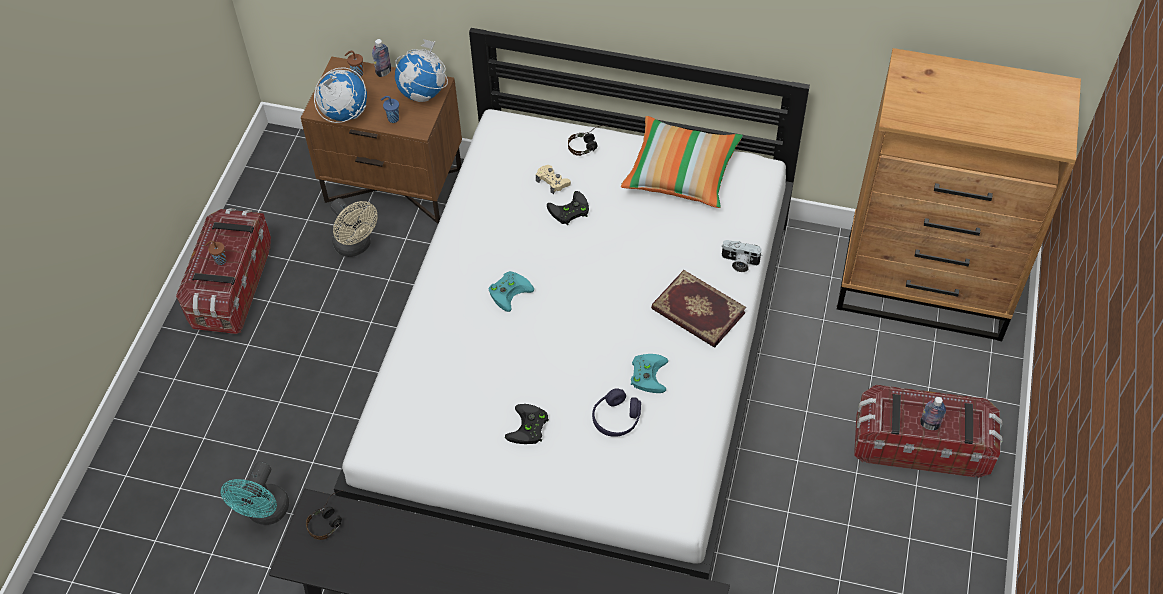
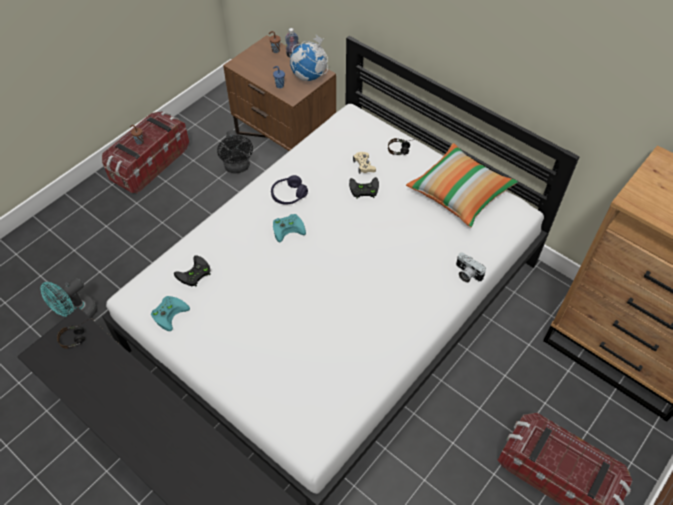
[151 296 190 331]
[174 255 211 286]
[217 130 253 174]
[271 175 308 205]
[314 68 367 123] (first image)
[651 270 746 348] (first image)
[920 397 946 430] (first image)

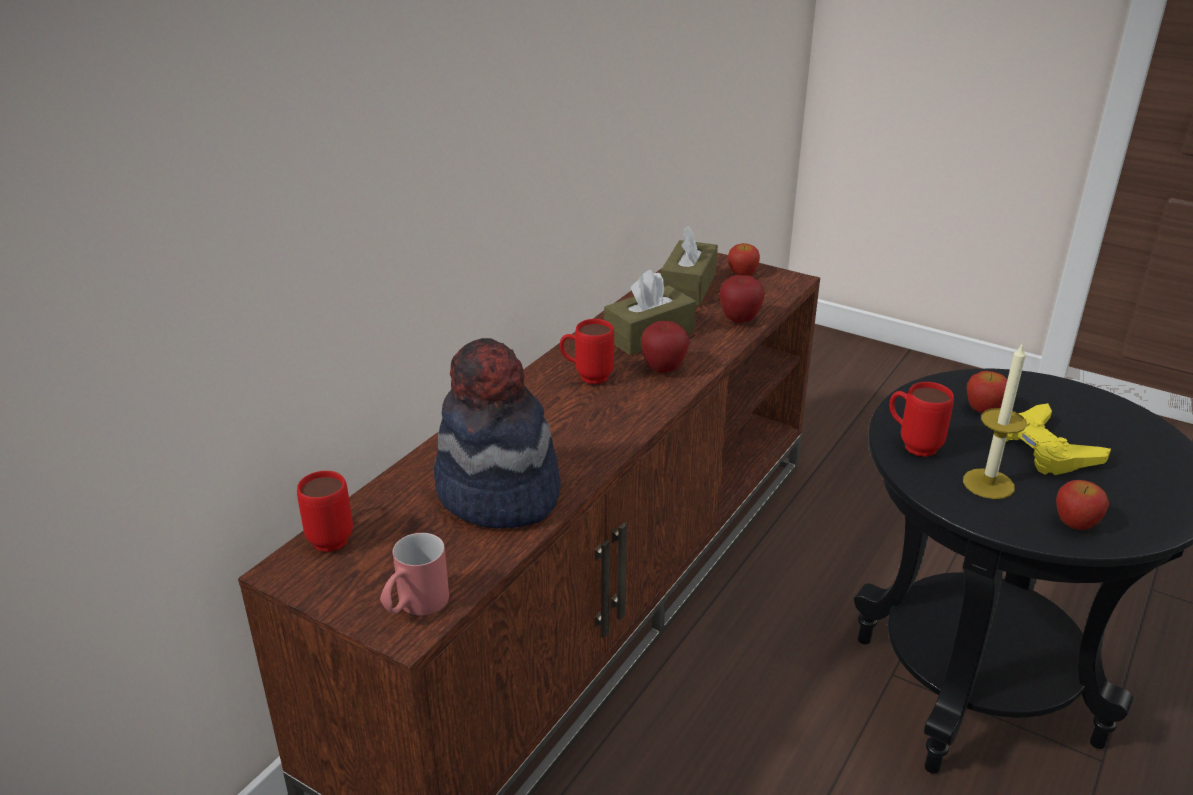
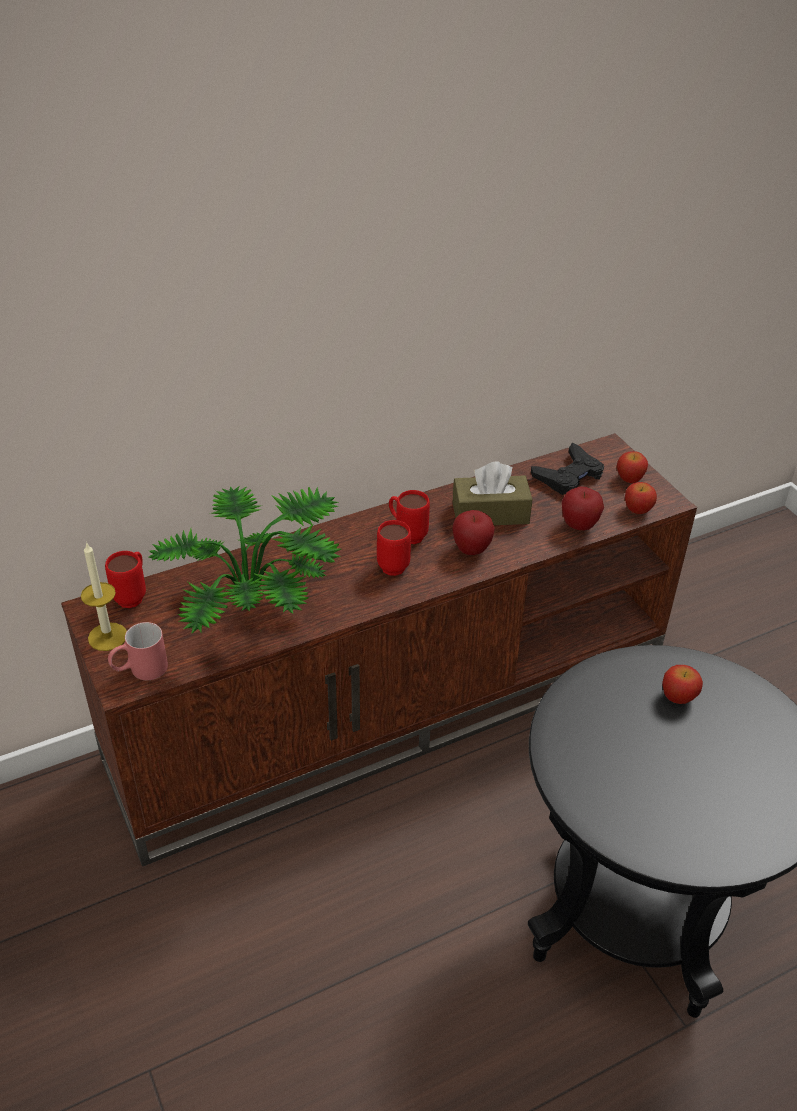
[81 542 127 651]
[148 486 341 634]
[377 520 411 576]
[531 443 604 495]
[625 482 657 514]
[1006 403 1111 475] (first image)

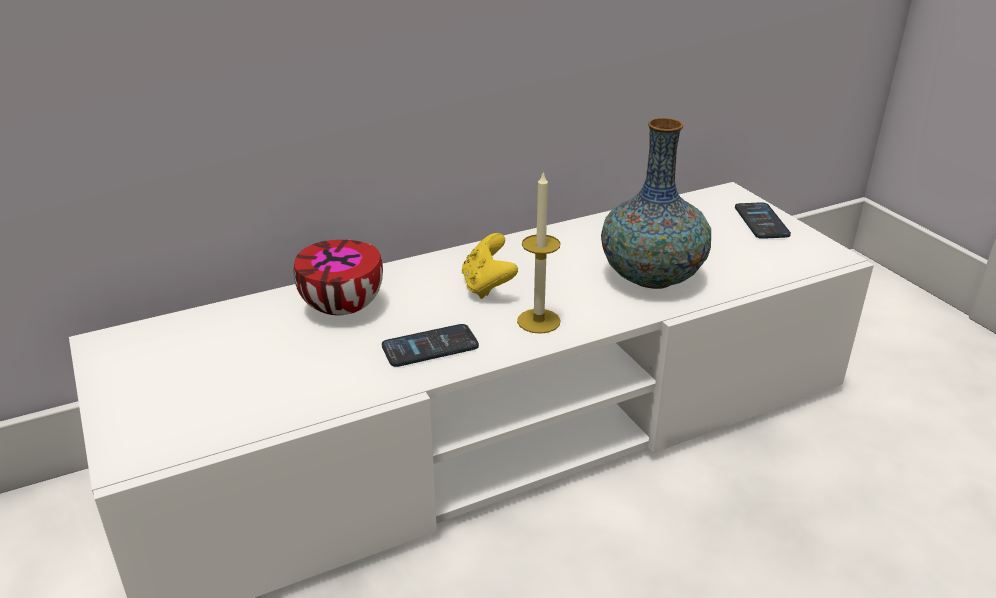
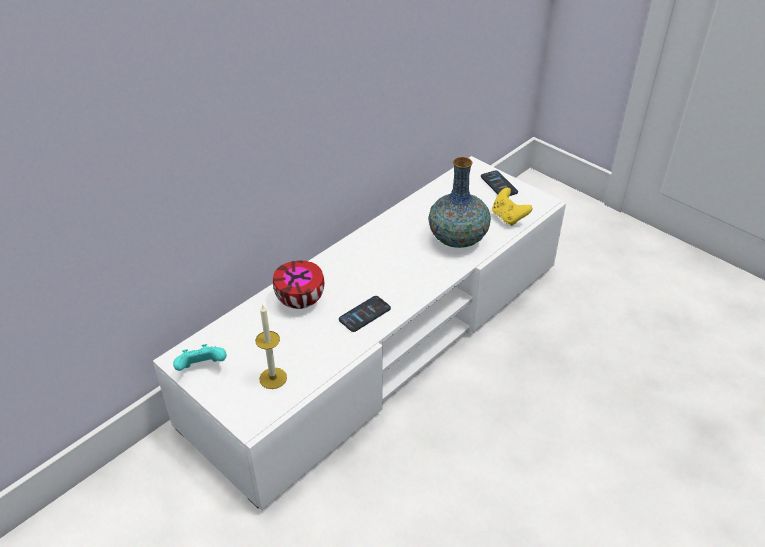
[173 344 227 371]
[255 304 287 389]
[492 188 533 226]

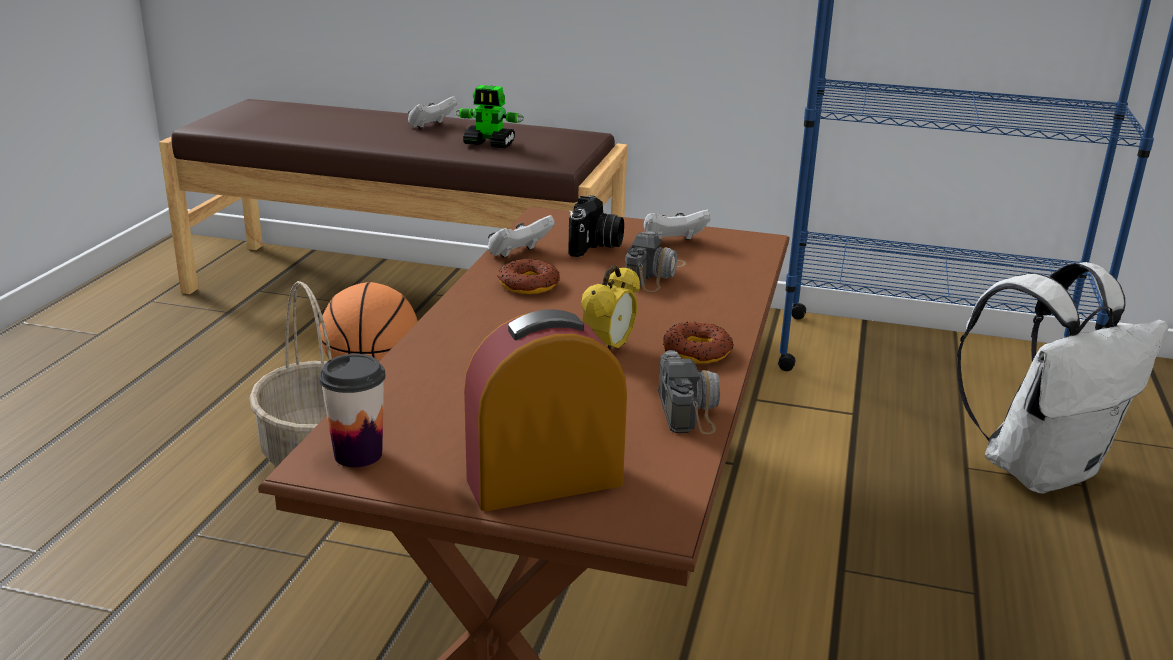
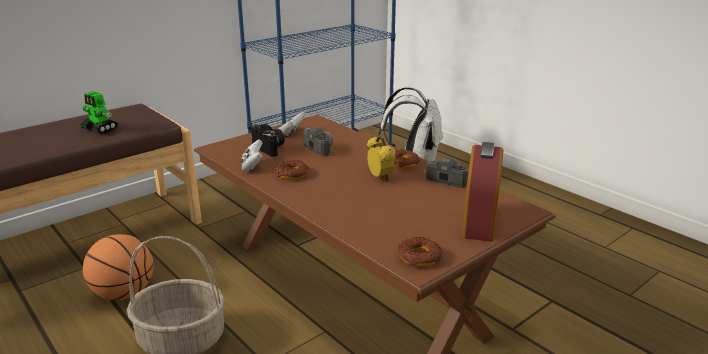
[80 92 118 134]
[398 237 442 267]
[408 96 457 128] (first image)

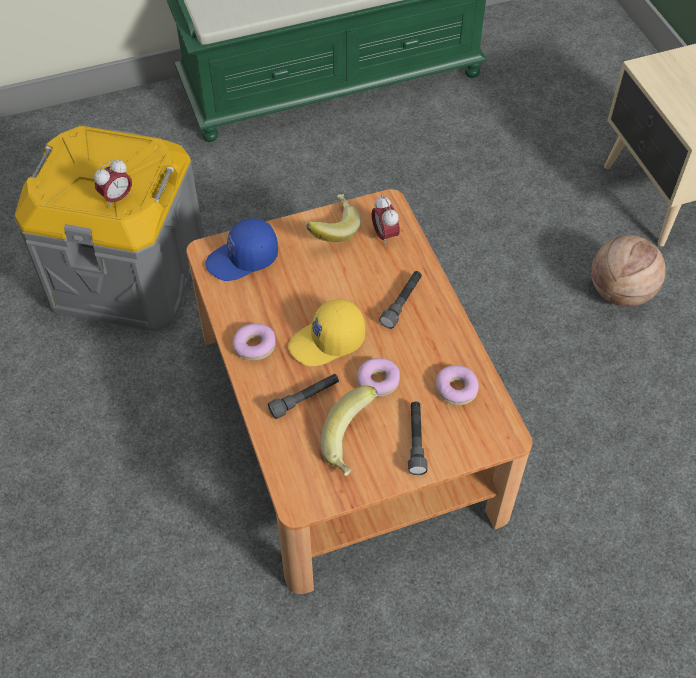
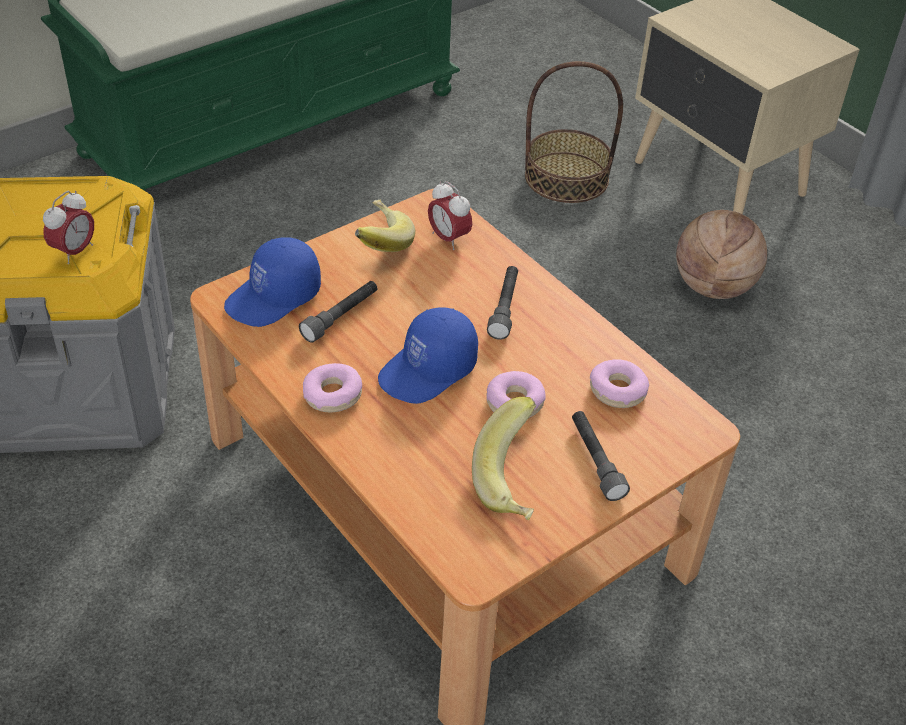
[299 281 377 343]
[378 307 478 404]
[525 61 623 203]

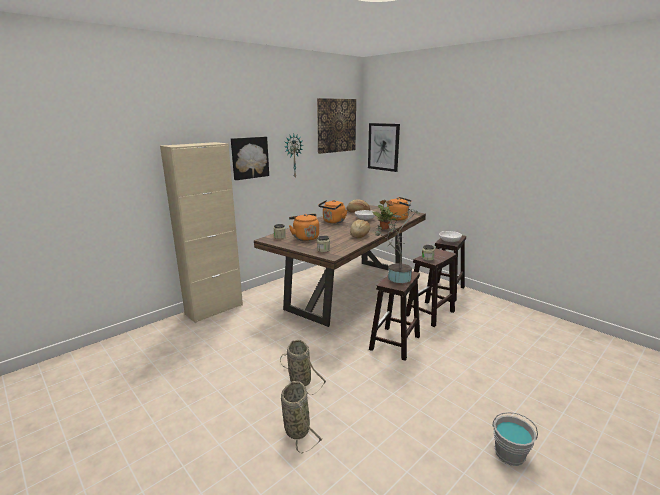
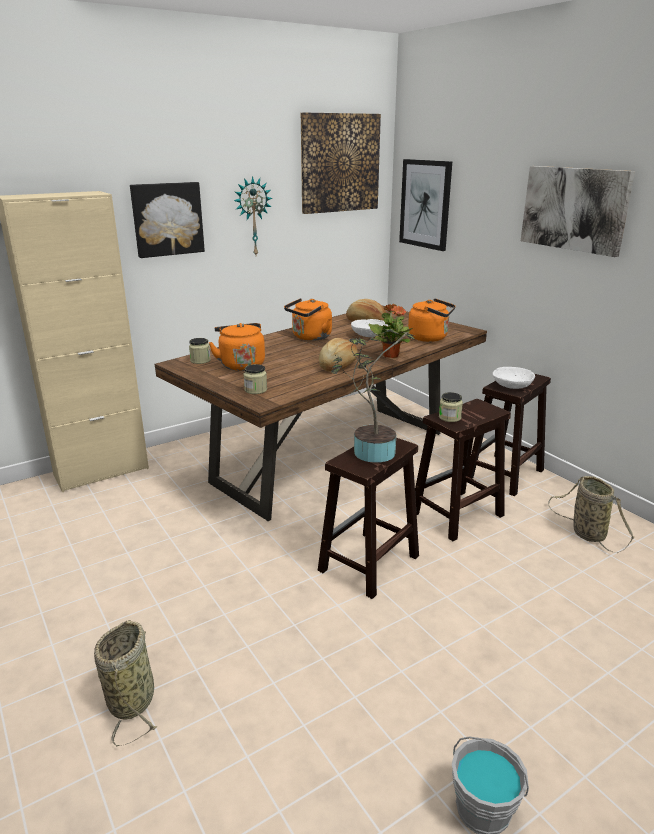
[521 166 635 257]
[548 476 634 553]

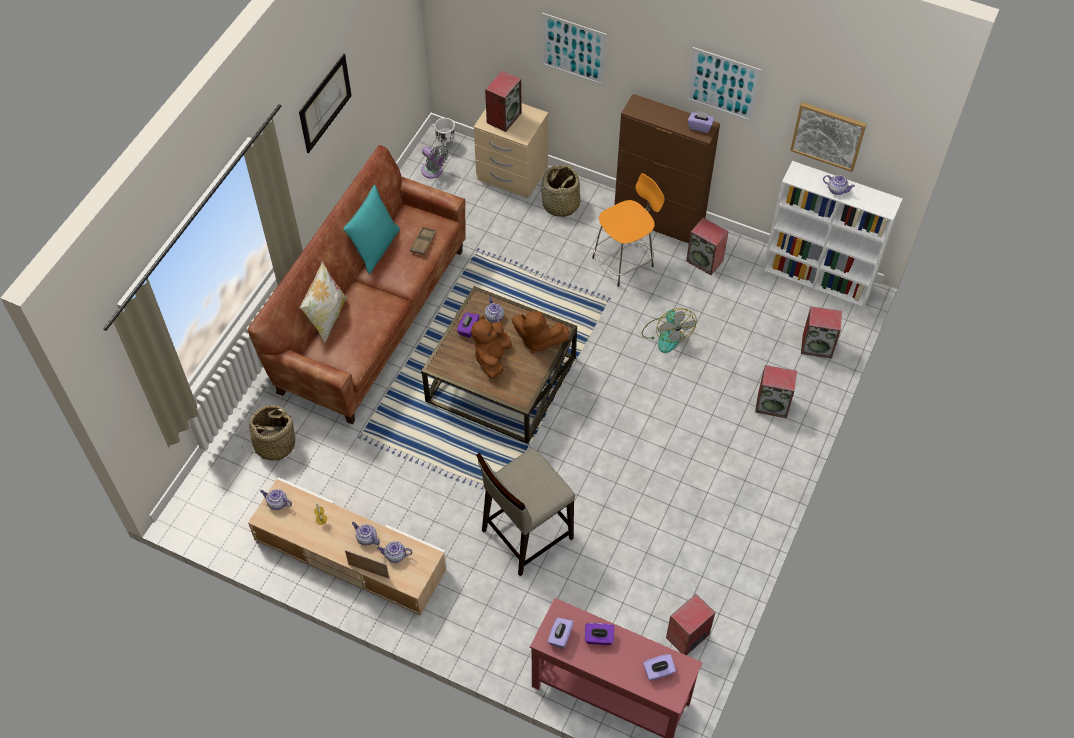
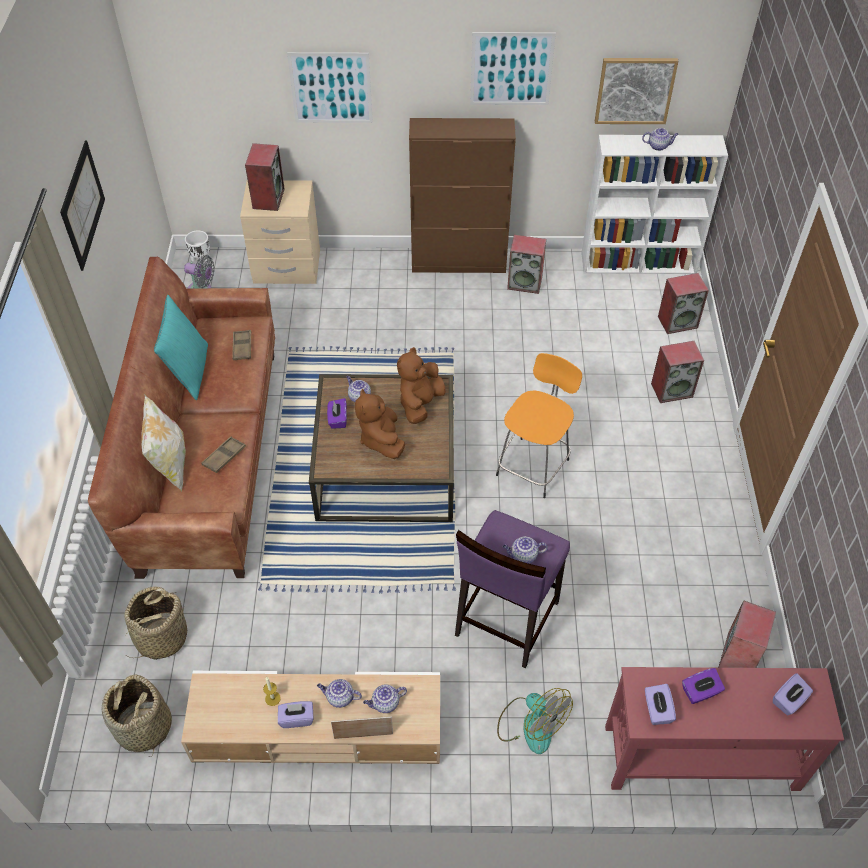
[102 674 172 757]
[202 437 246 473]
[278 701 314 728]
[397 347 446 424]
[455 510 570 669]
[496 353 582 498]
[497 688 573 754]
[503 537 548 564]

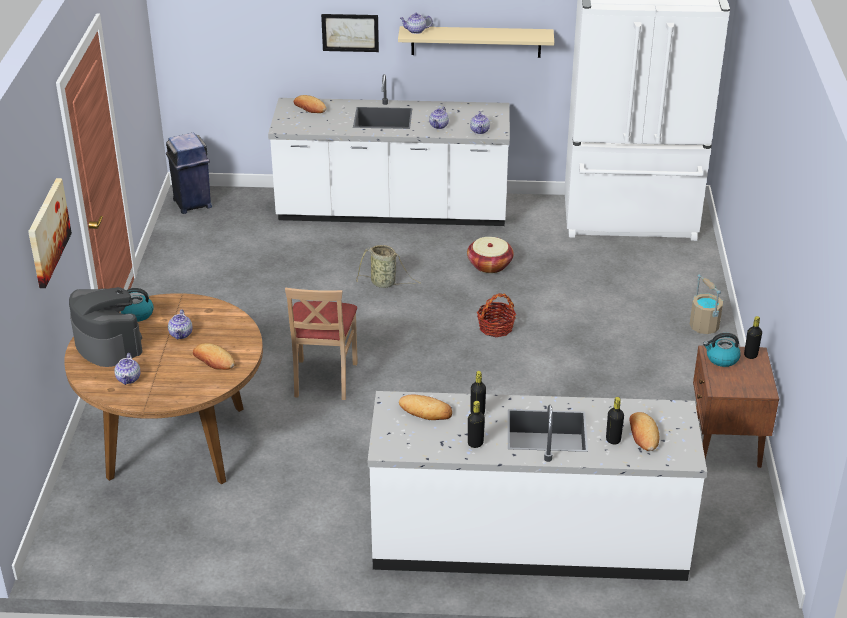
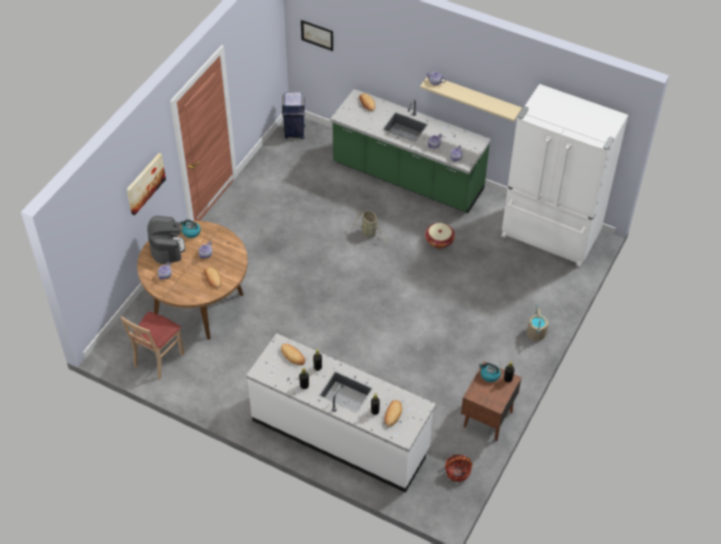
[121 312 184 379]
[301 20 333 51]
[330 89 491 213]
[445 454 473 482]

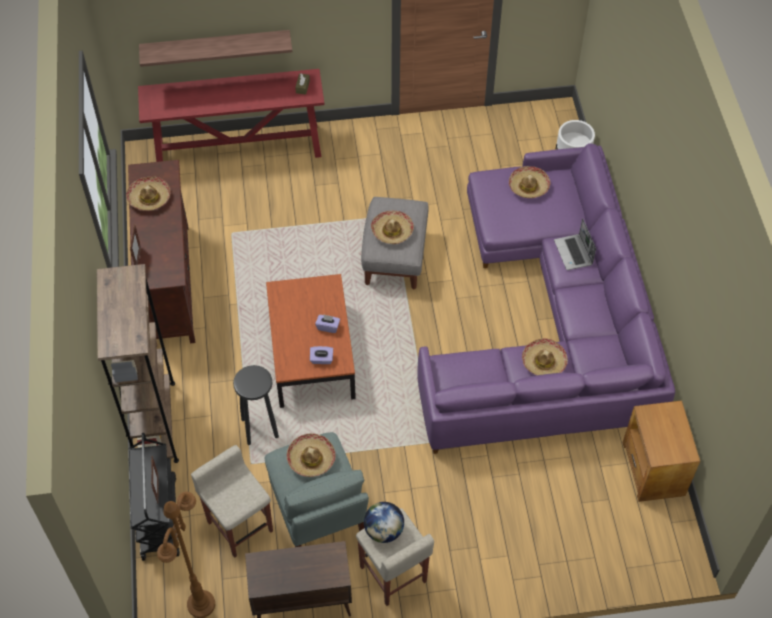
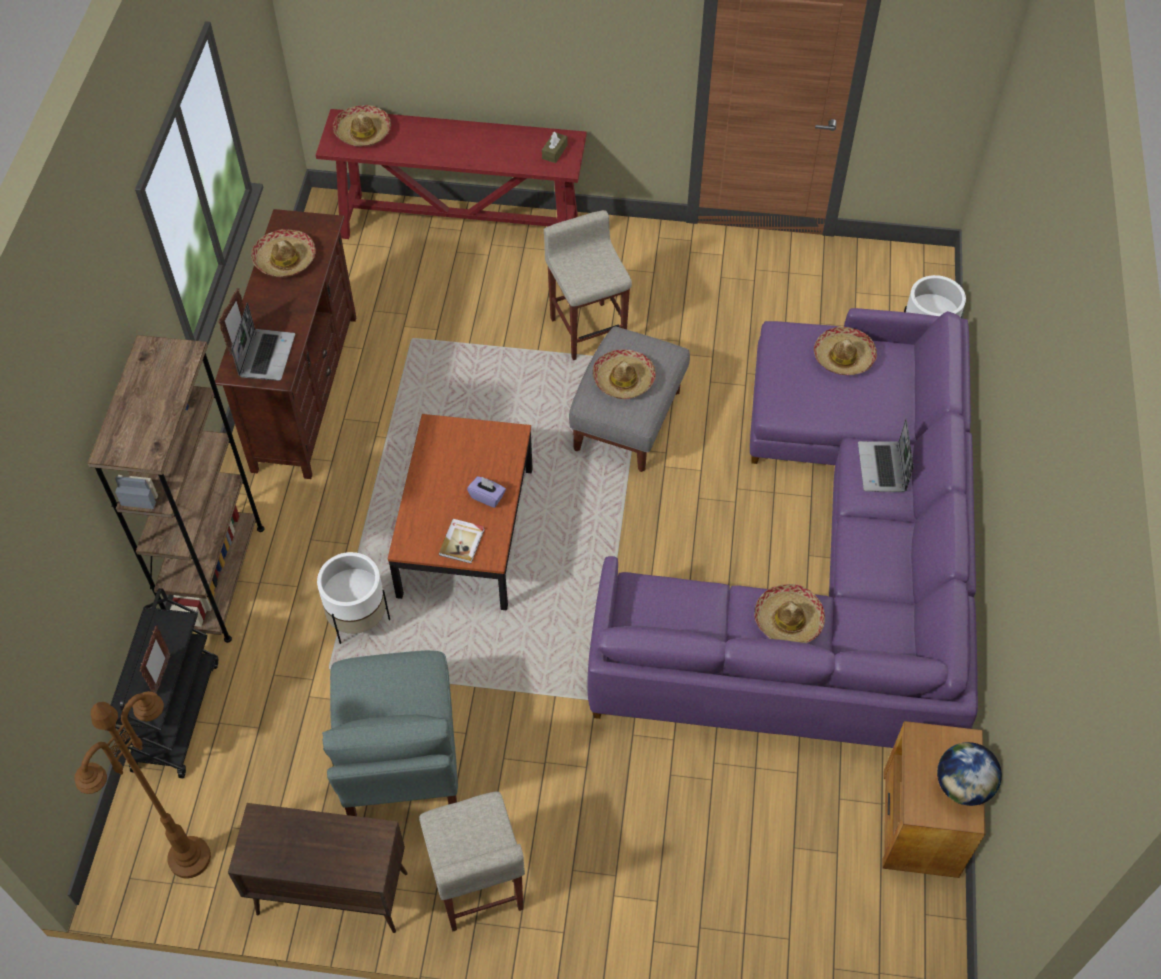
[231 303 295 381]
[317 552 390 644]
[333 105 391 147]
[438 519 485 564]
[544 210 632 360]
[937 742 1002 806]
[139 30 292 67] (first image)

